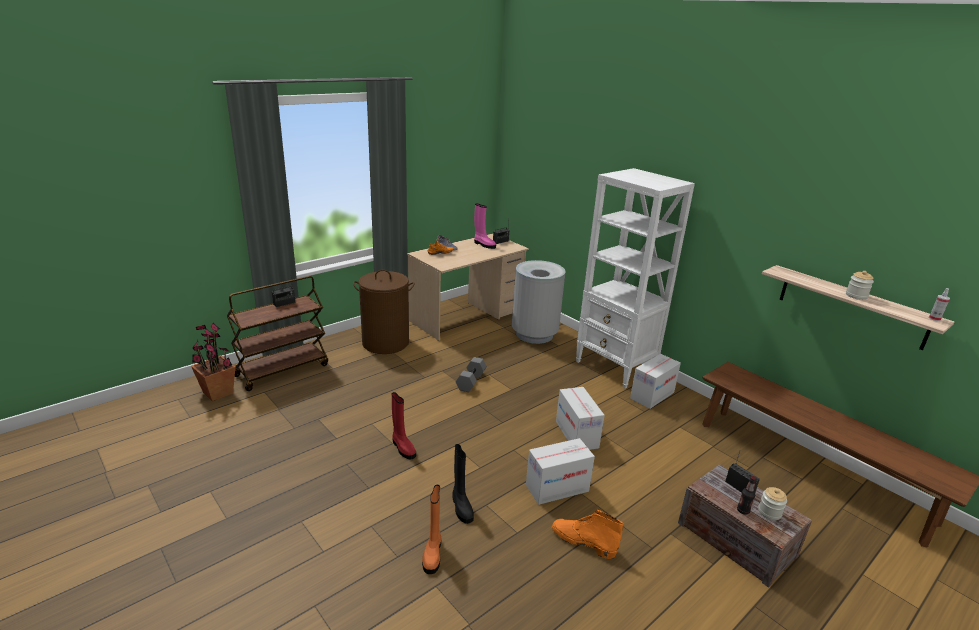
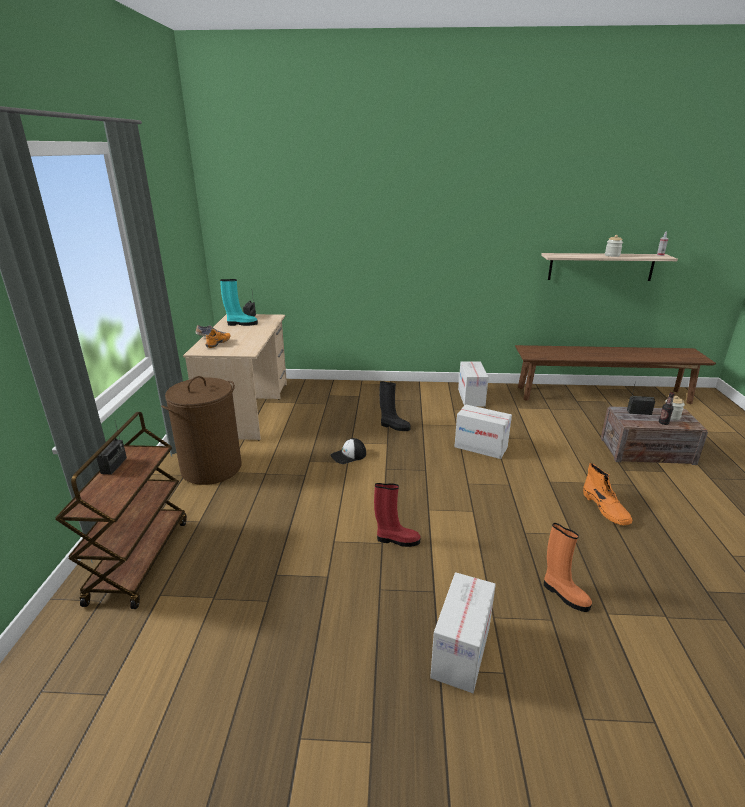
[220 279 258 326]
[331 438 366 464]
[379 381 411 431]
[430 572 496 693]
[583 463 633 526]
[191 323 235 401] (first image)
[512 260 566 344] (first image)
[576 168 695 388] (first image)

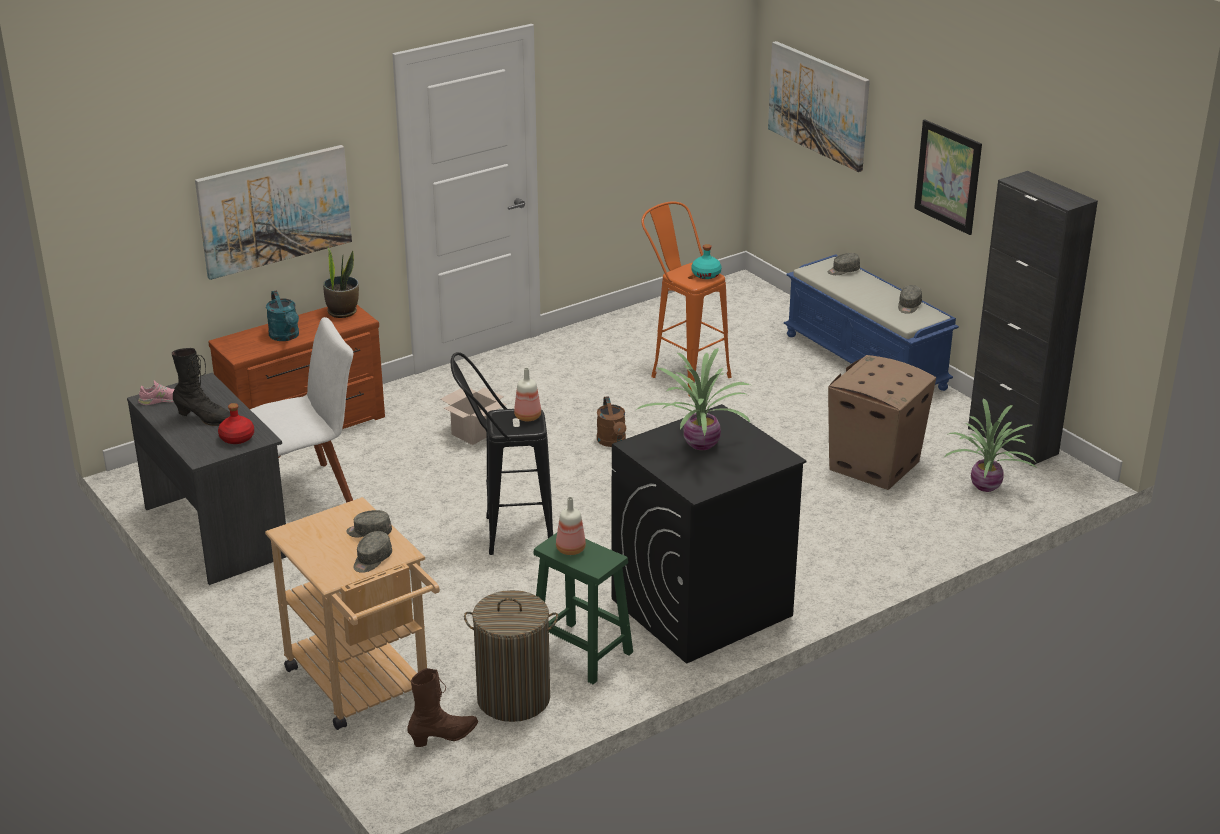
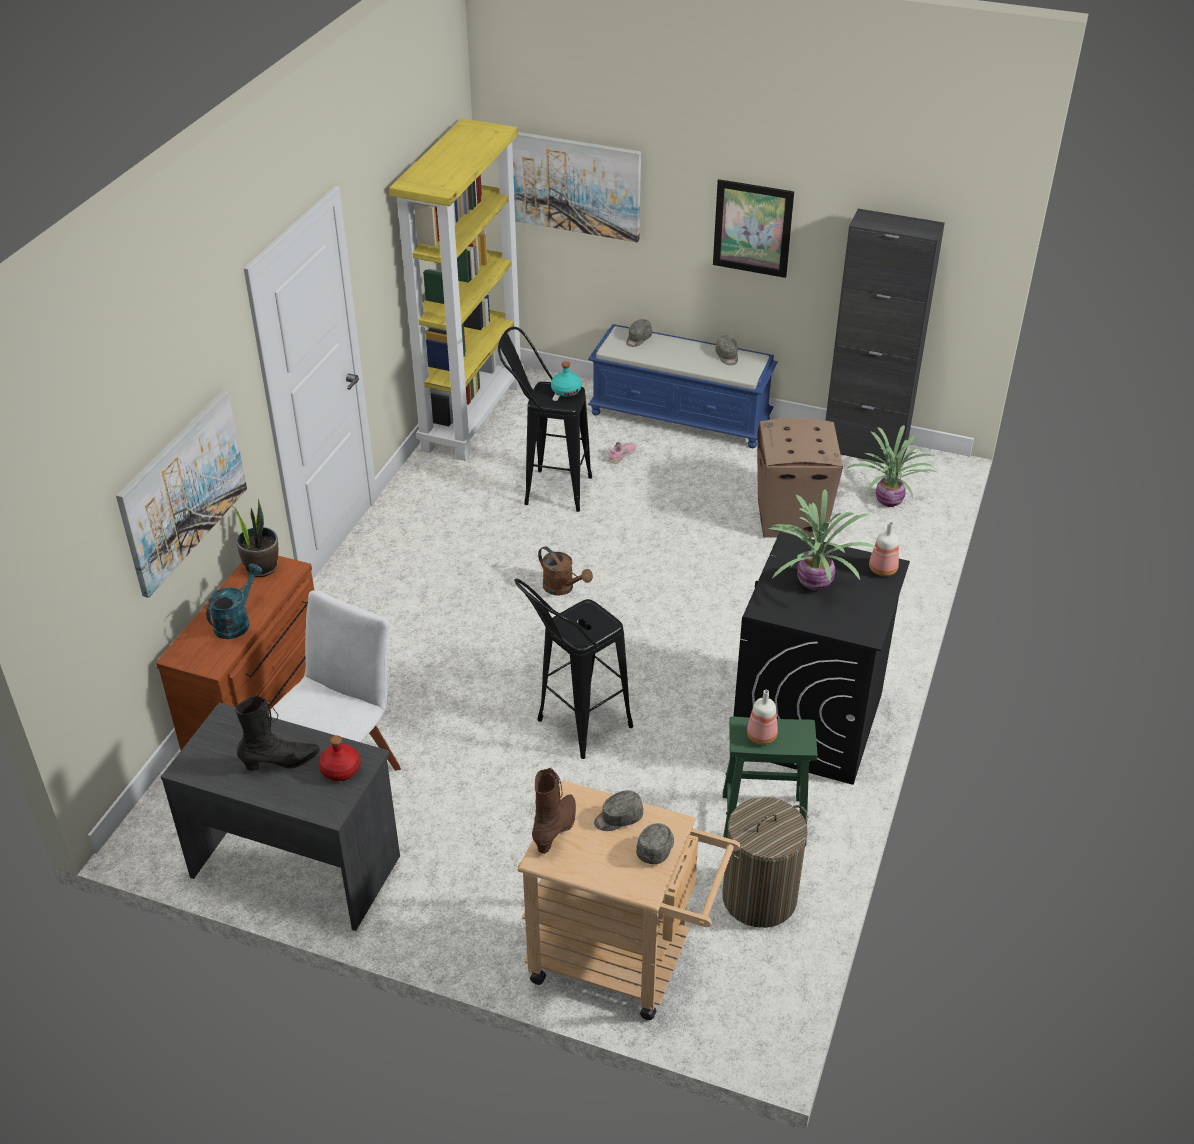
[206 563 263 639]
[389 118 524 461]
[498 327 592 512]
[532 768 576 854]
[608 442 636 464]
[636 823 674 864]
[869 522 899 576]
[441 387 507 445] (first image)

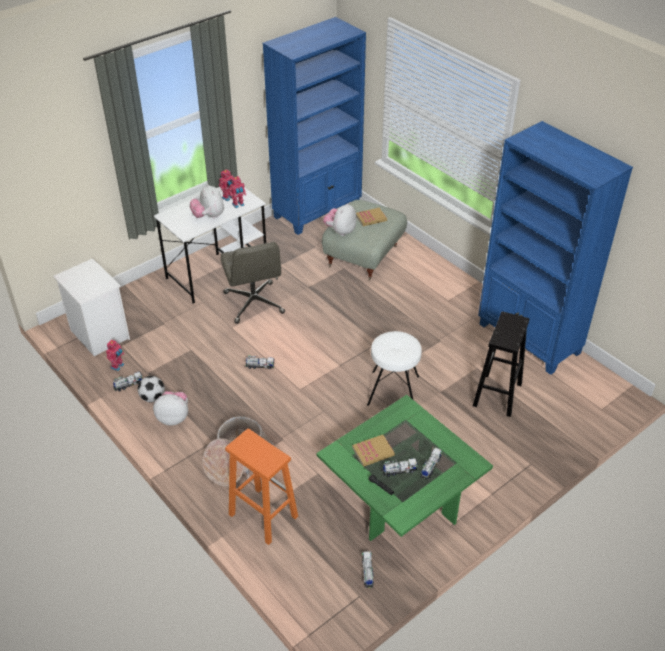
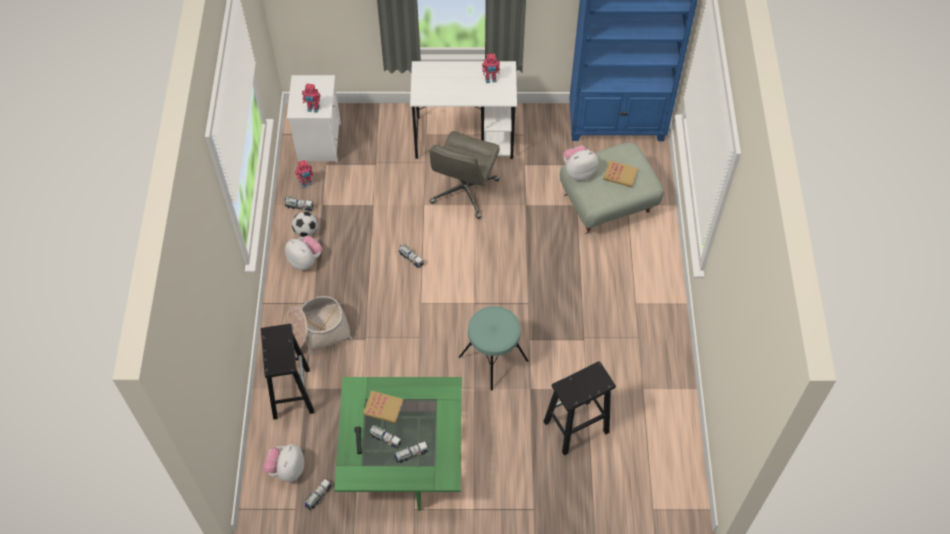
[261 324 314 420]
[263 444 304 482]
[302 84 321 113]
[459 306 528 391]
[478 121 633 375] (first image)

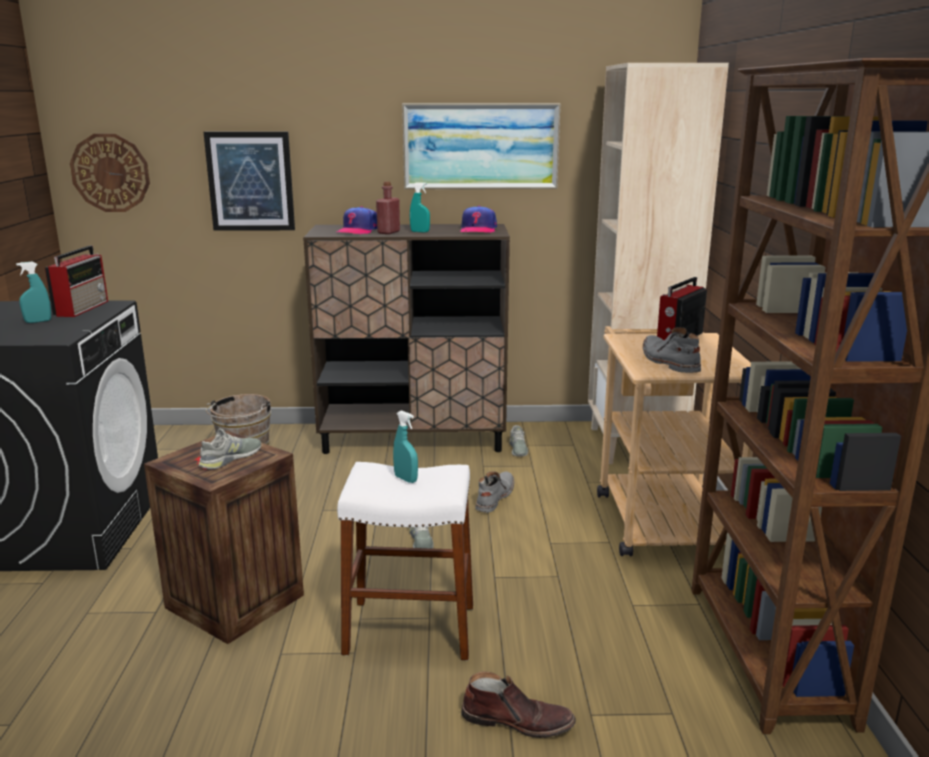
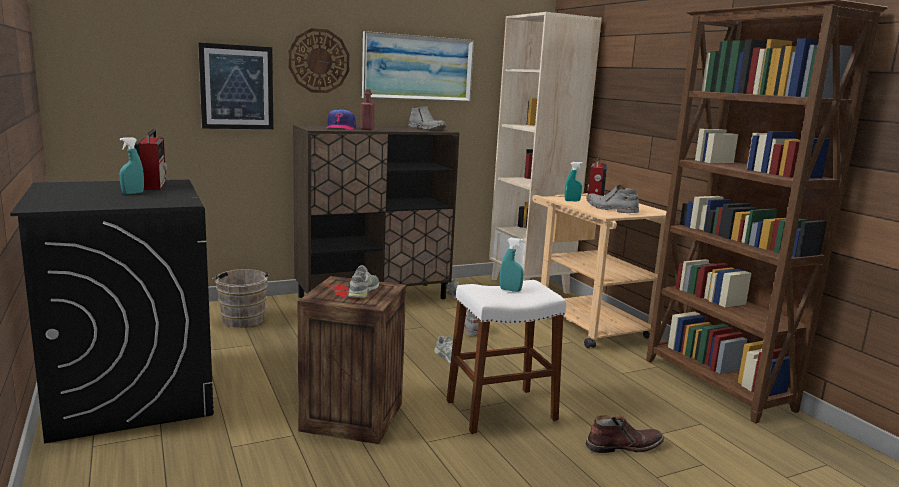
[288 28 350 93]
[409 106 446 130]
[565 162 583 201]

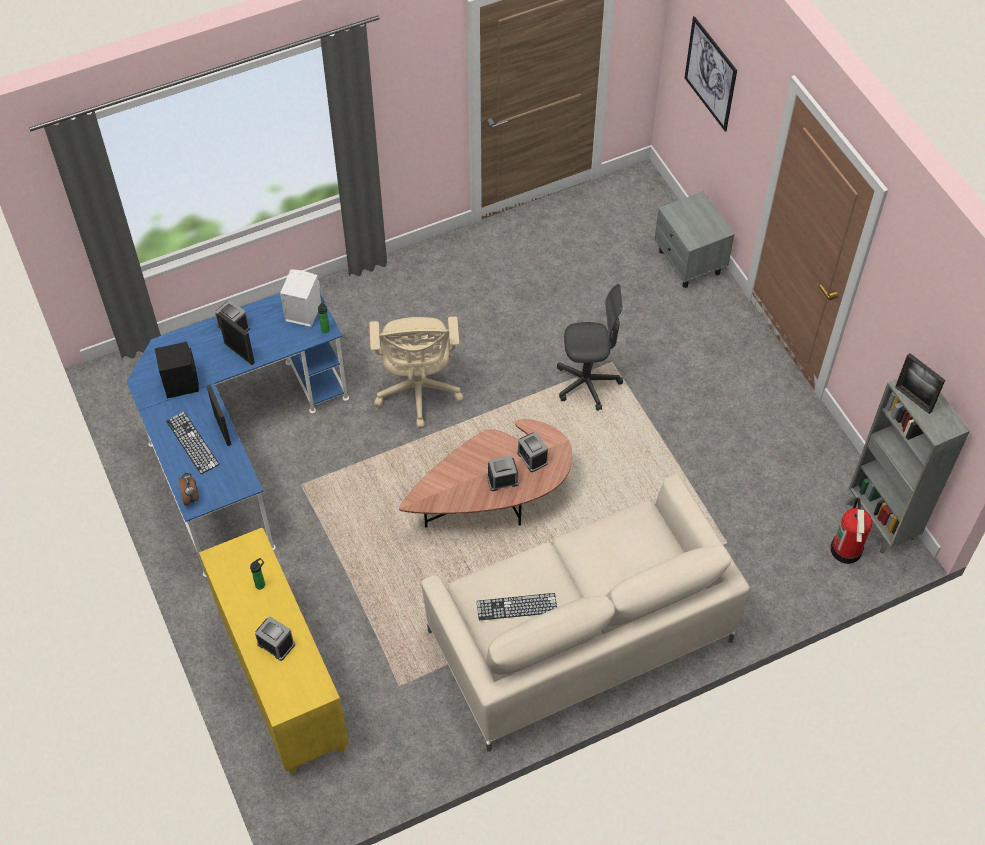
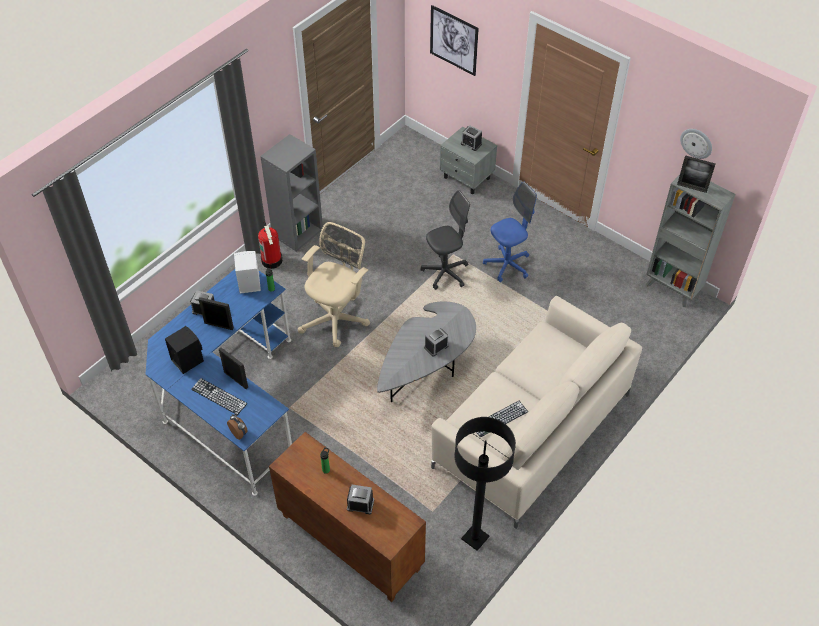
[258 221 282 269]
[260 134 323 252]
[269 432 426 602]
[298 222 370 347]
[377 302 476 402]
[454 417 516 551]
[461 125 482 151]
[483 182 537 282]
[680 129 712 159]

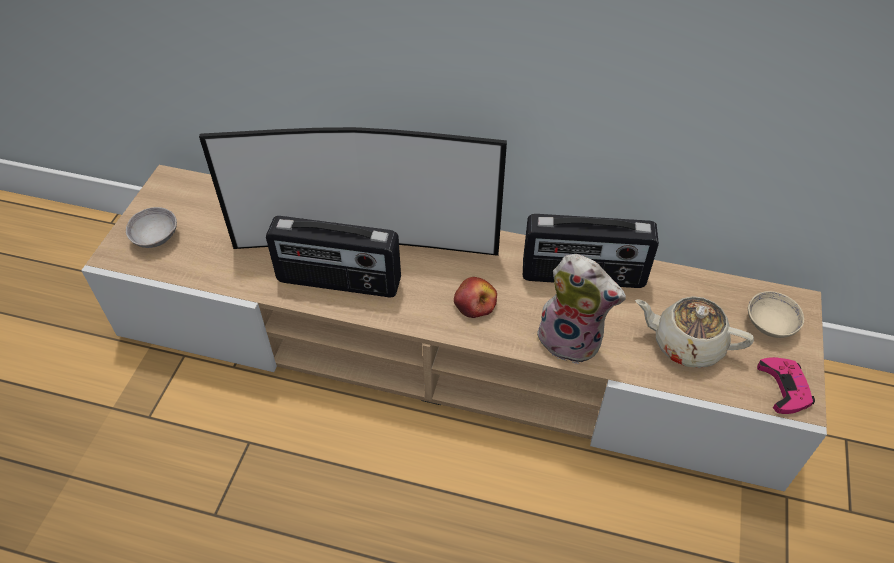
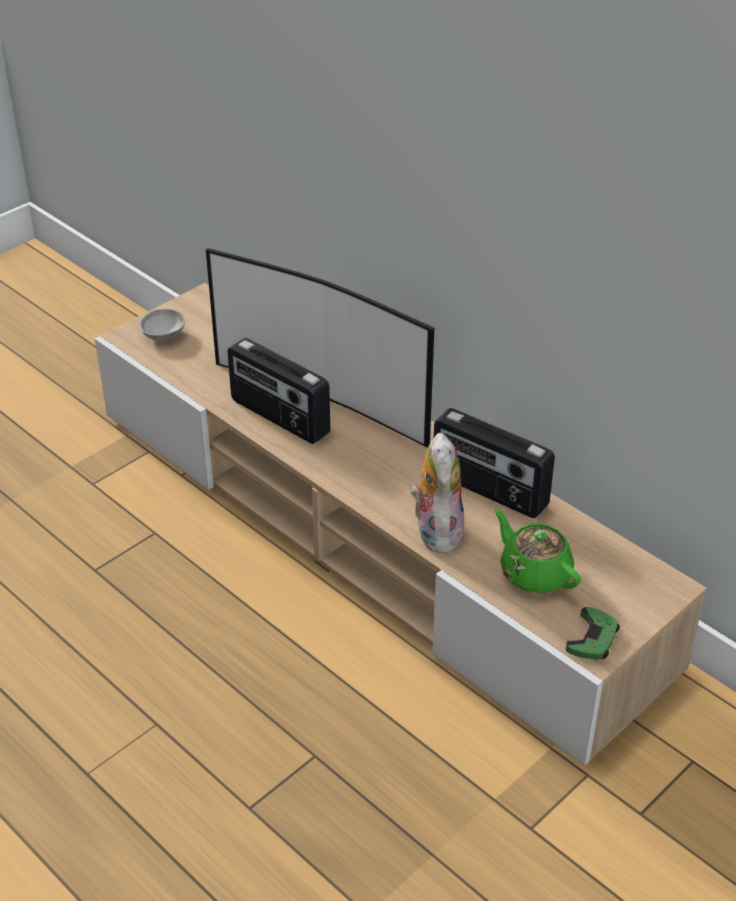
[410 433 464 554]
[495 509 581 593]
[566 607 620 660]
[454 277 497 318] (first image)
[748 291 804 338] (first image)

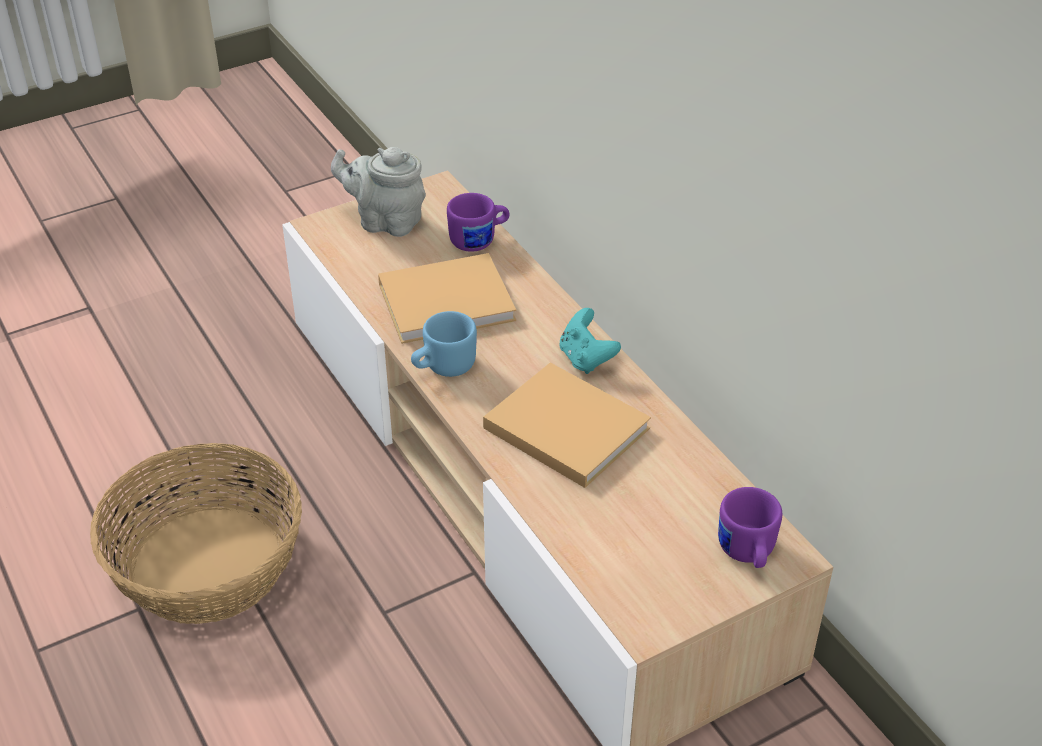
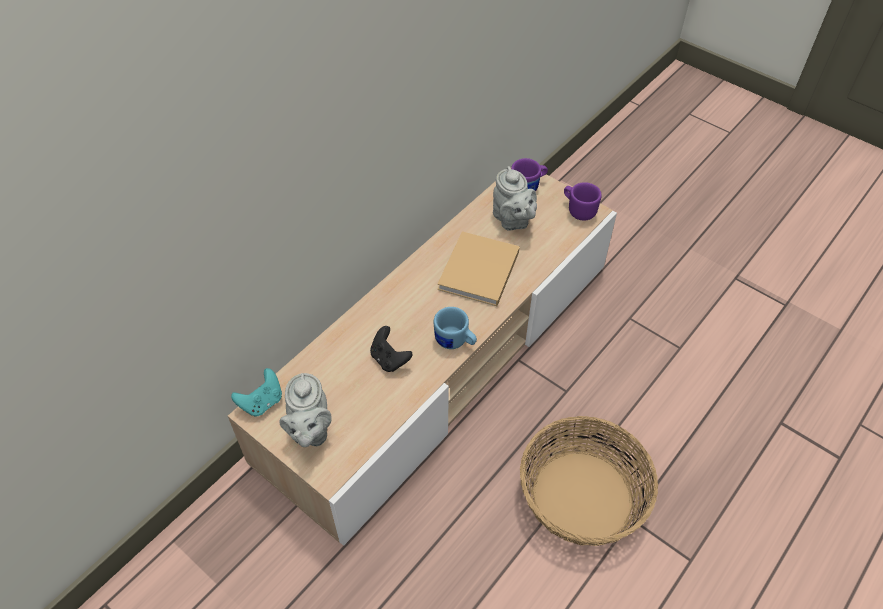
[231 368 282 417]
[370 326 413 372]
[493 166 537 231]
[564 182 602 221]

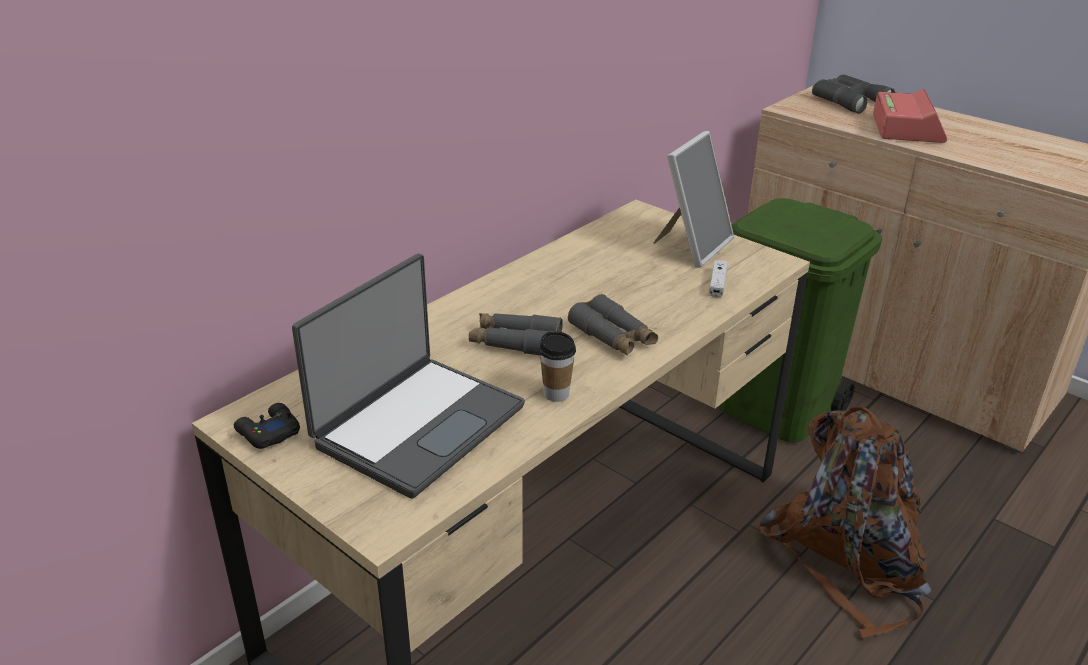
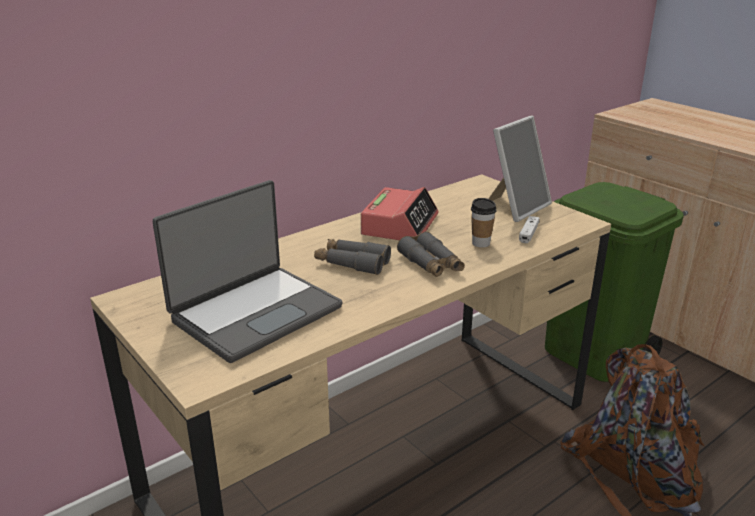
[361 187 439 240]
[471 198 497 248]
[234 403 300 449] (first image)
[812 74 895 114] (first image)

